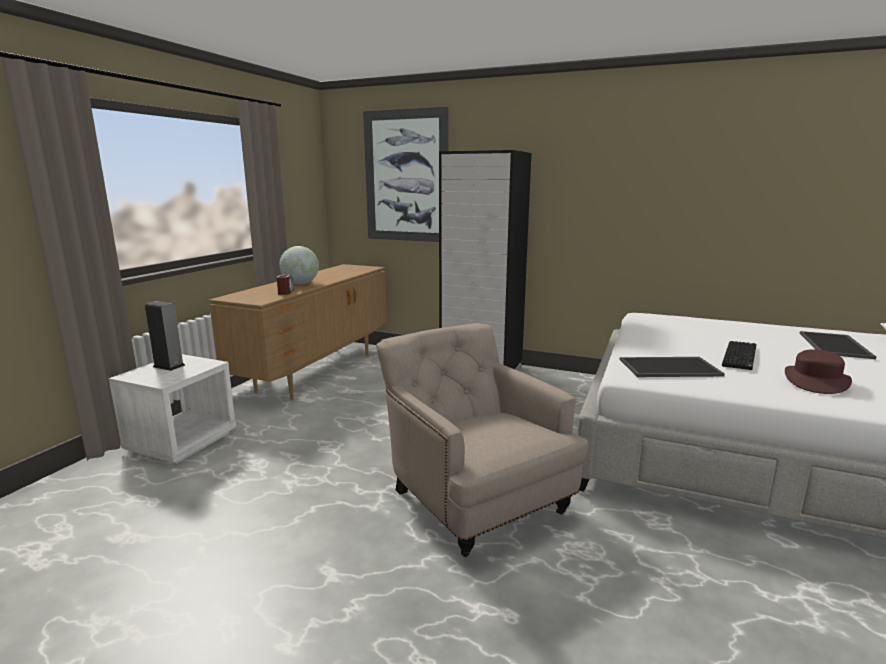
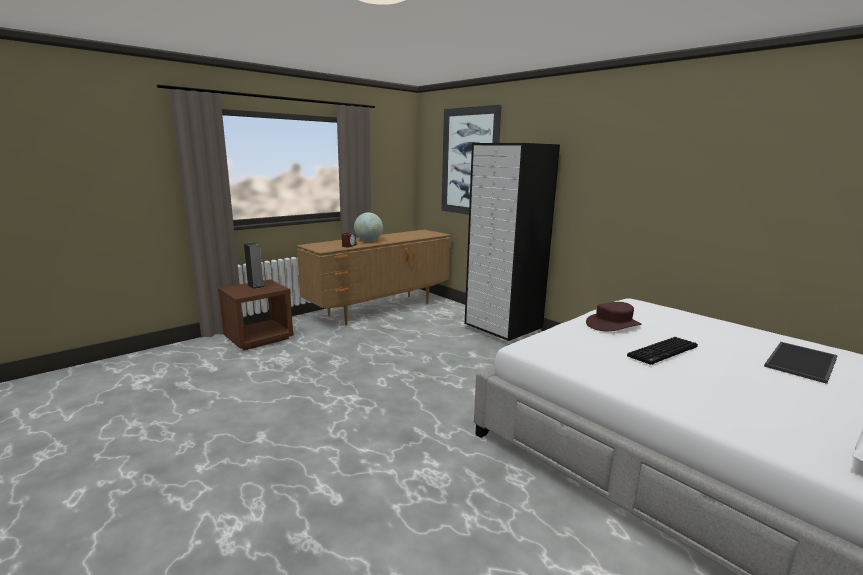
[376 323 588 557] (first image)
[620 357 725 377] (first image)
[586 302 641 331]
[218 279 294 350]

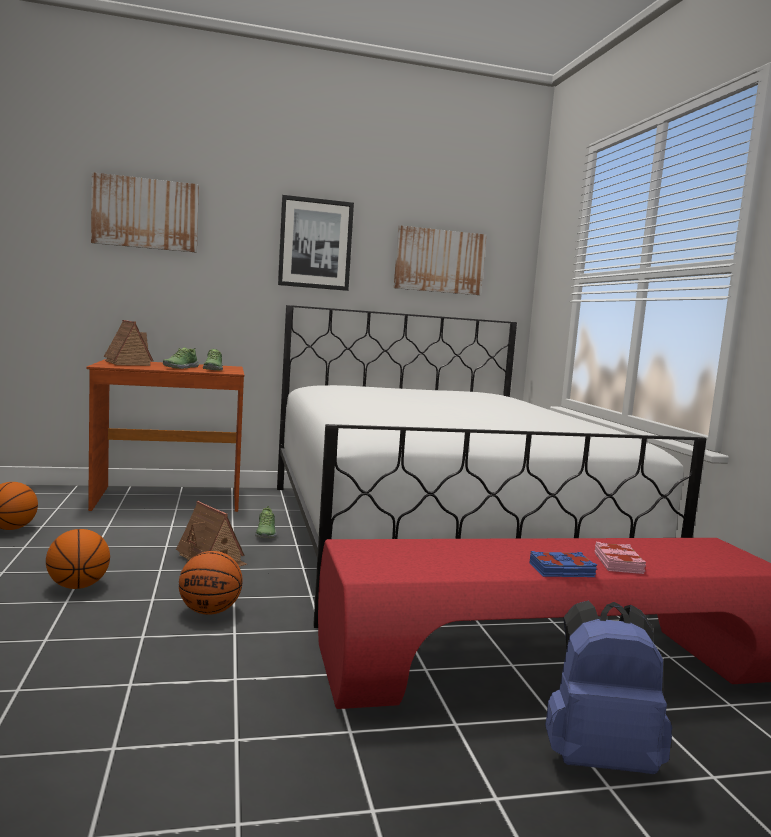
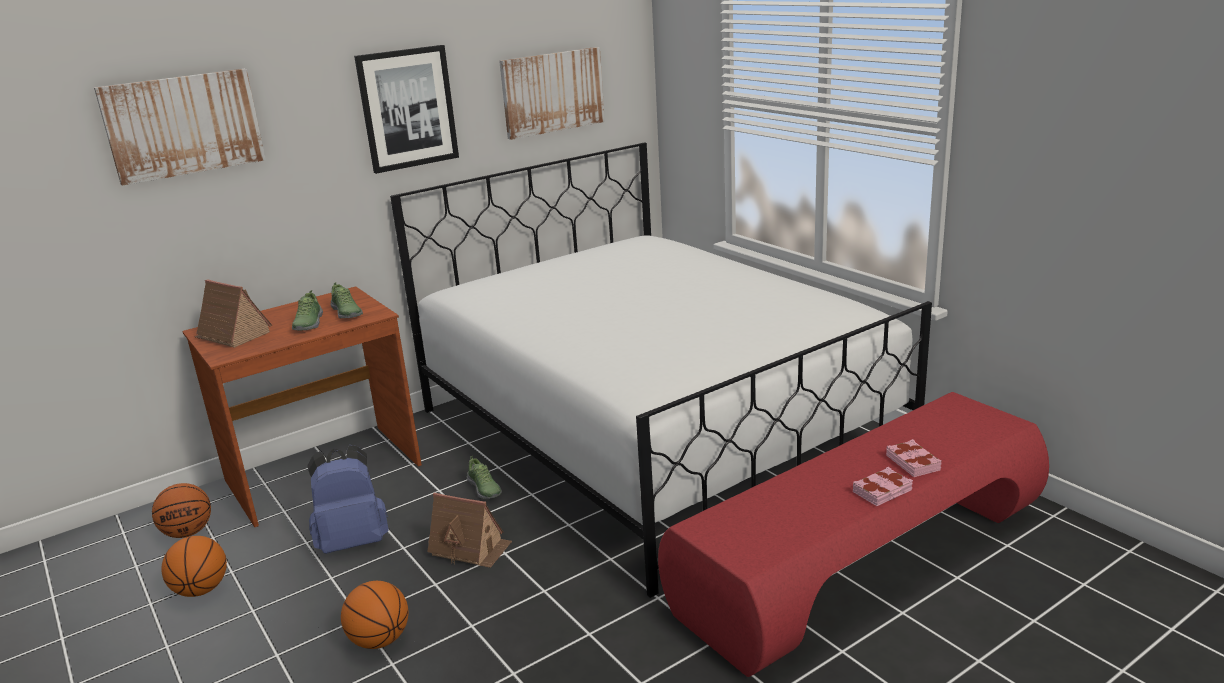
[152 483 211 538]
[307 445 389 554]
[853 467 913 506]

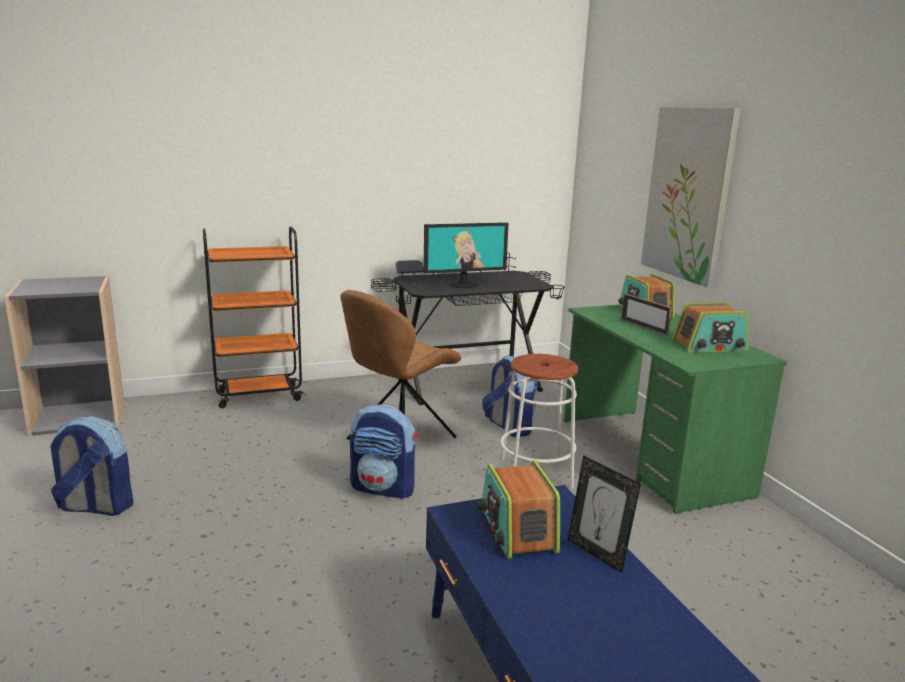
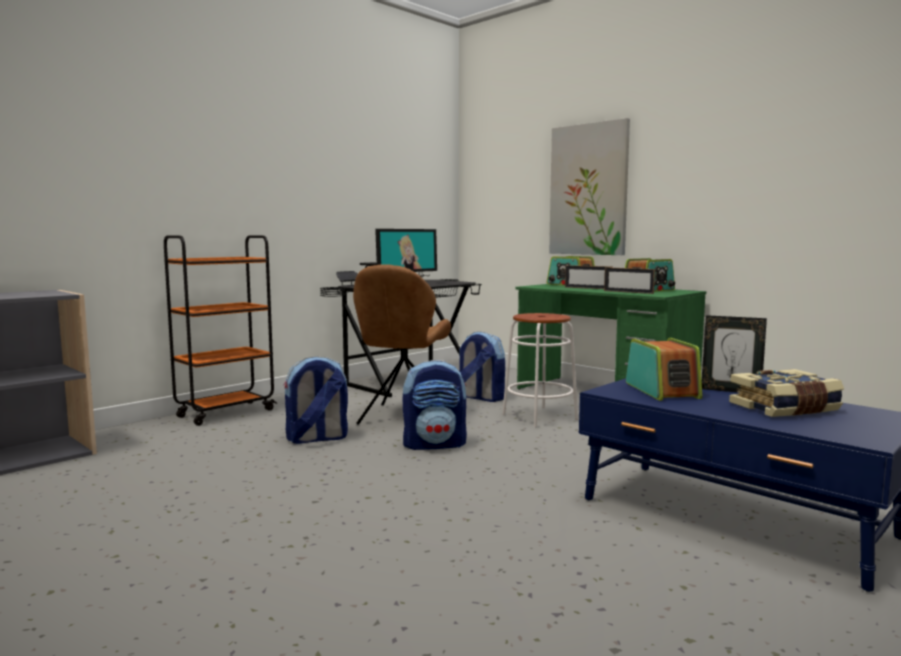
[604 267 655 294]
[729 369 844 417]
[283 357 348 444]
[626 338 705 401]

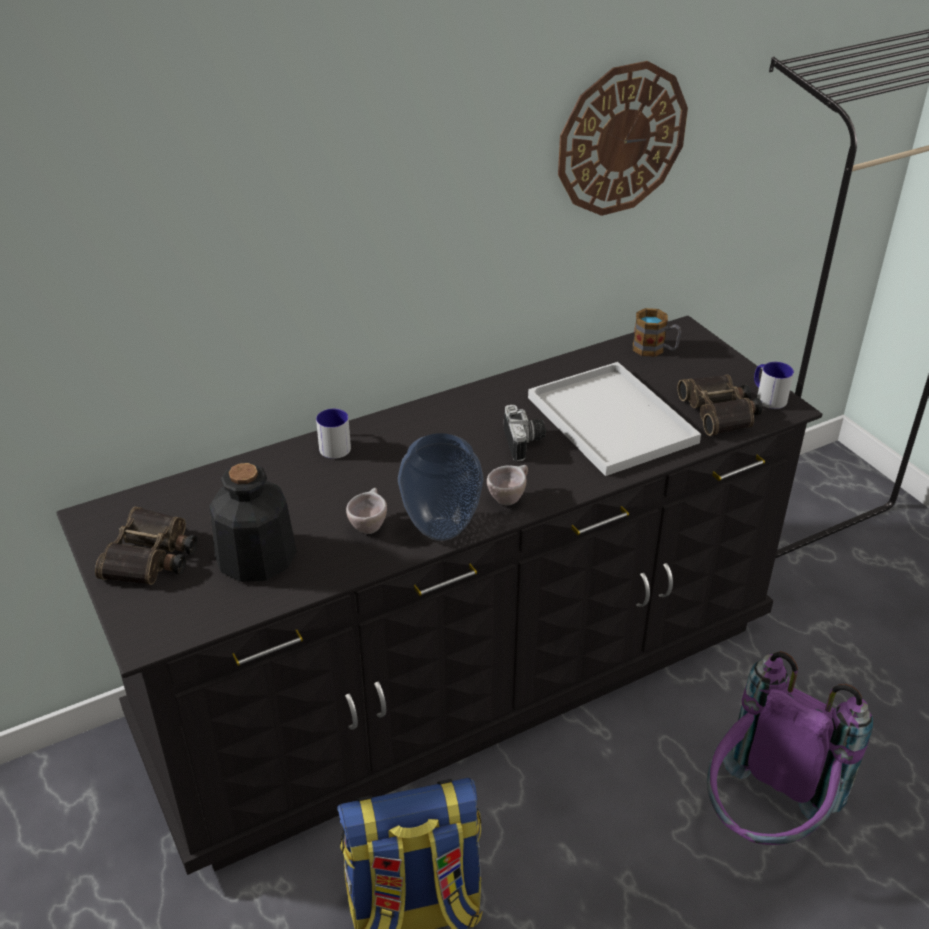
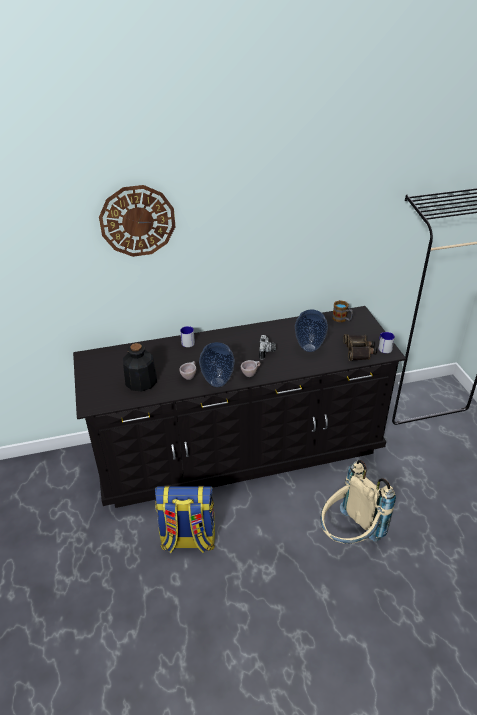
[95 507 198 585] (first image)
[99 185 175 257]
[295 310 328 352]
[321 460 396 544]

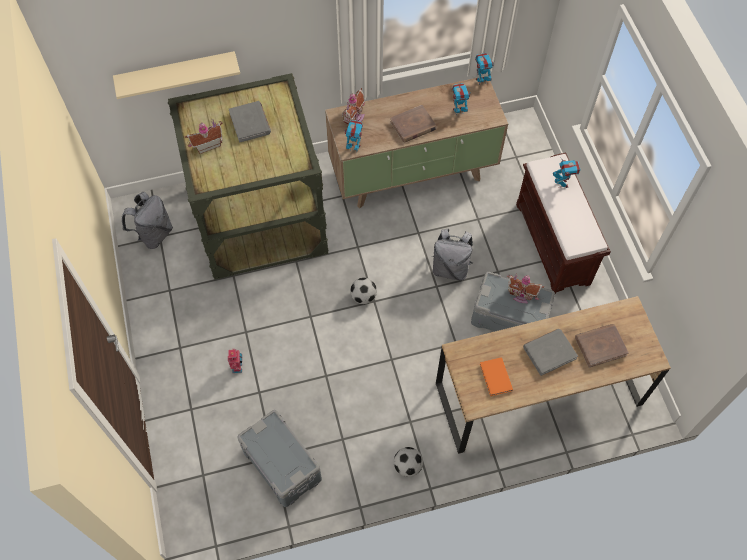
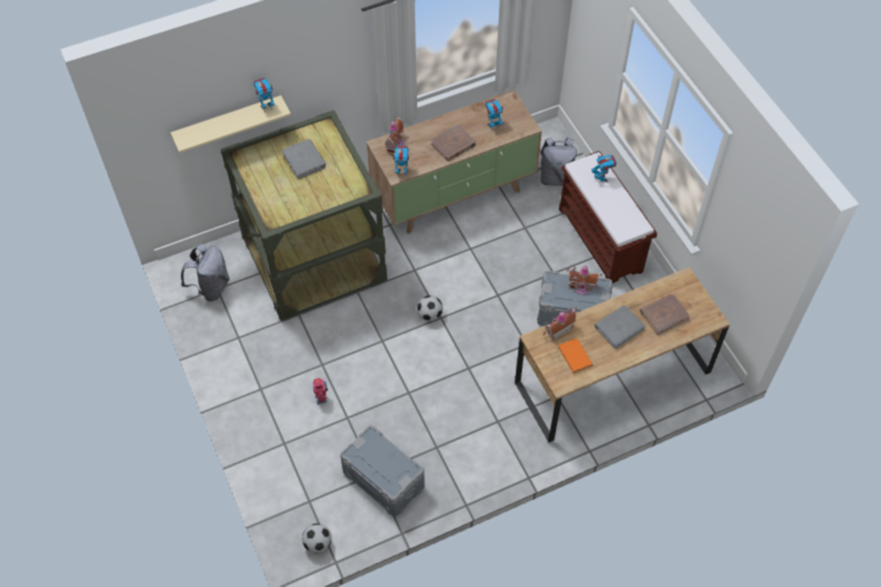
[543 307 577 340]
[302 523 332 553]
[538 137 577 186]
[254 77 274 111]

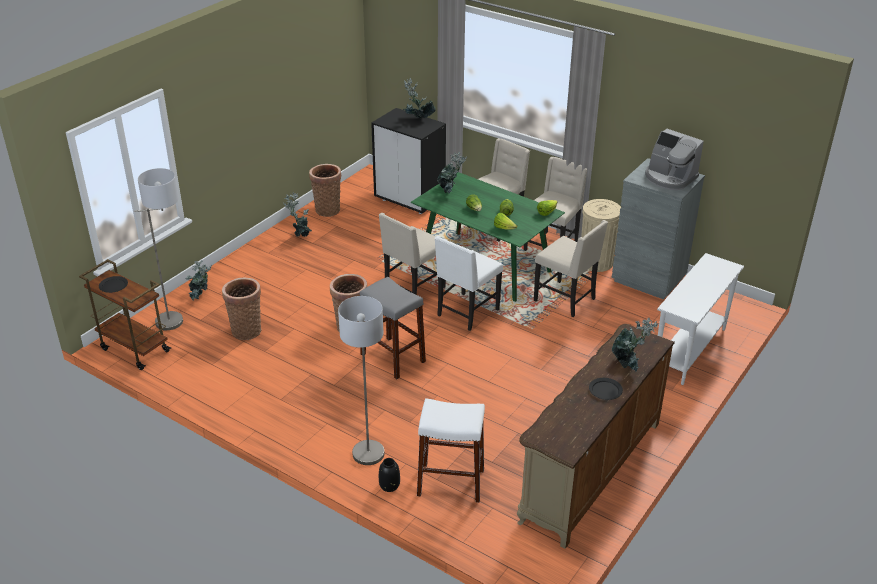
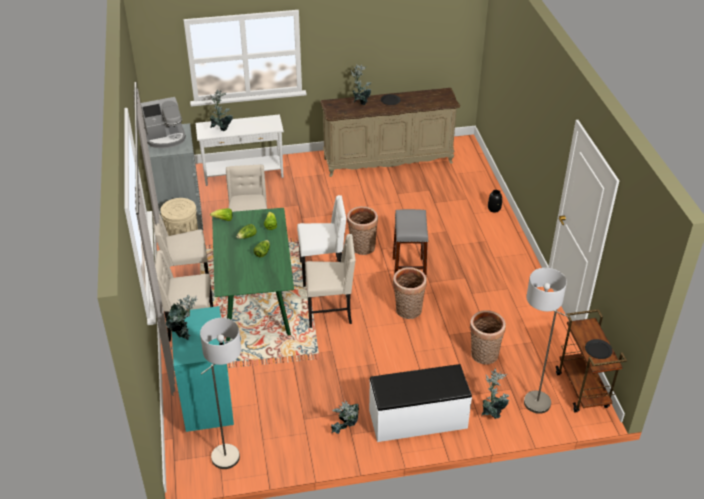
[417 398 485 503] (first image)
[369 364 472 442]
[347 206 378 255]
[200 318 241 469]
[210 89 233 131]
[171 306 234 432]
[141 97 186 148]

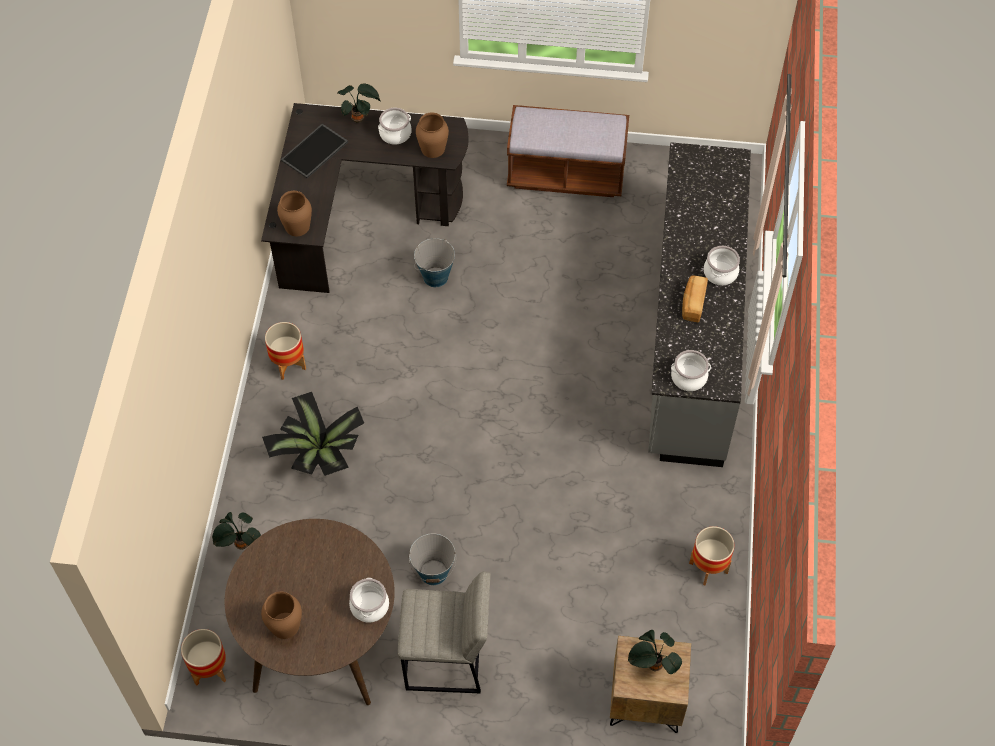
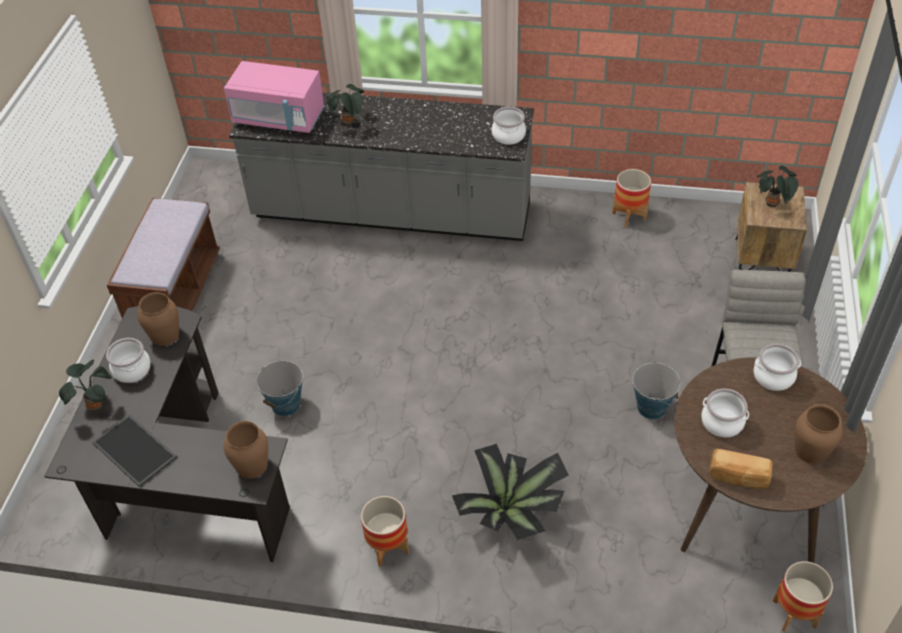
[224 61 325 133]
[327 84 364 126]
[709 449 773 488]
[701 388 749 437]

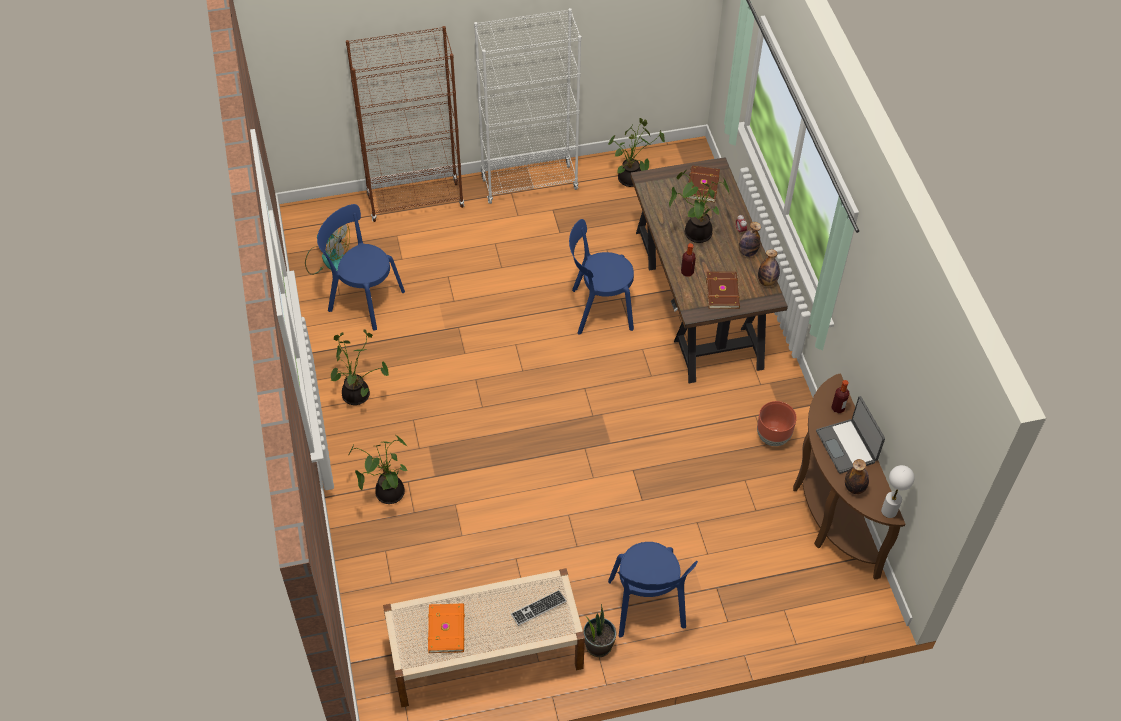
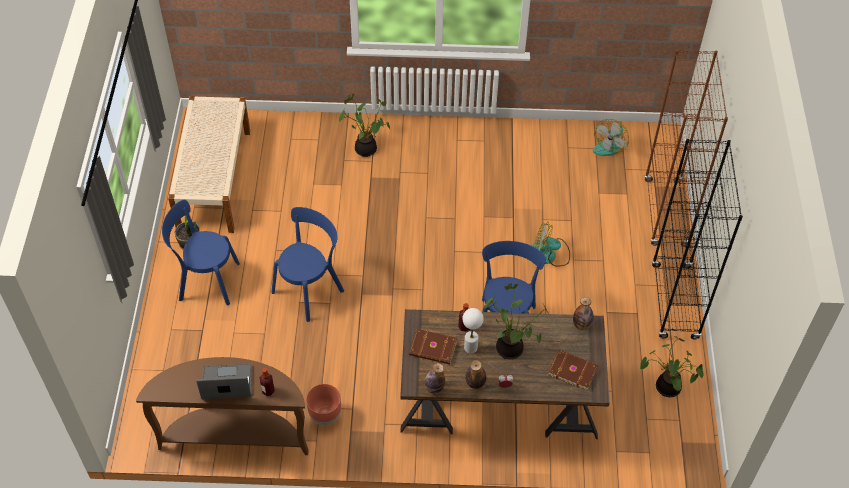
[331 329 389 405] (first image)
[428 604 465 653] (first image)
[511 590 567 626] (first image)
[532 222 570 267]
[271 207 344 322]
[573 297 594 330]
[462 308 484 354]
[652 139 743 340]

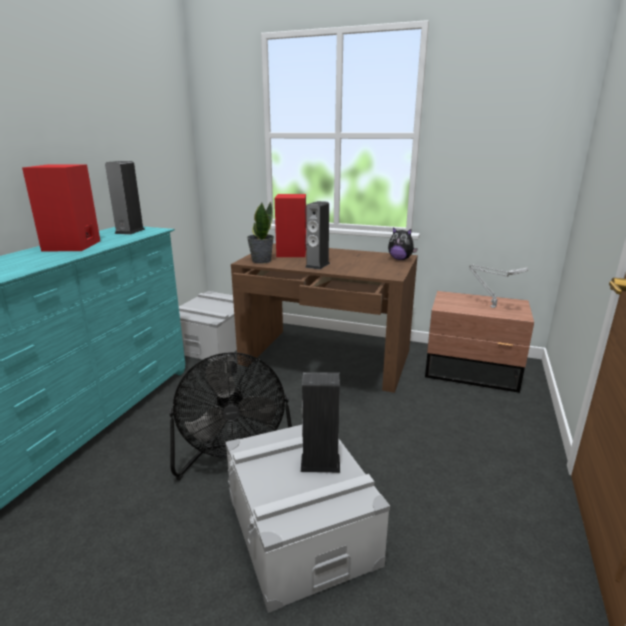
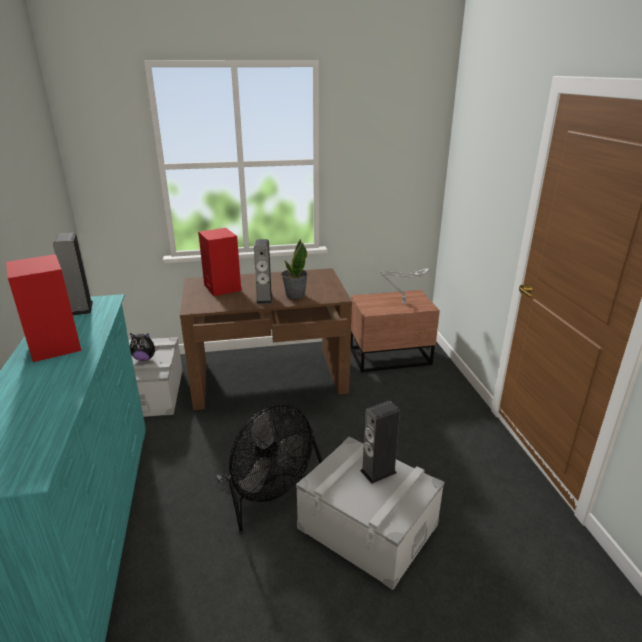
[281 239 308 299]
[130 333 159 361]

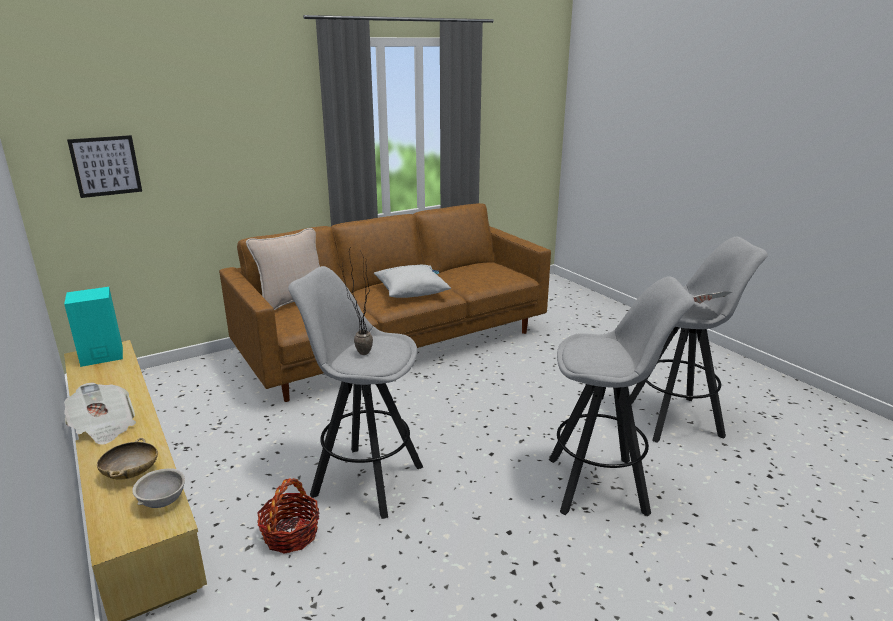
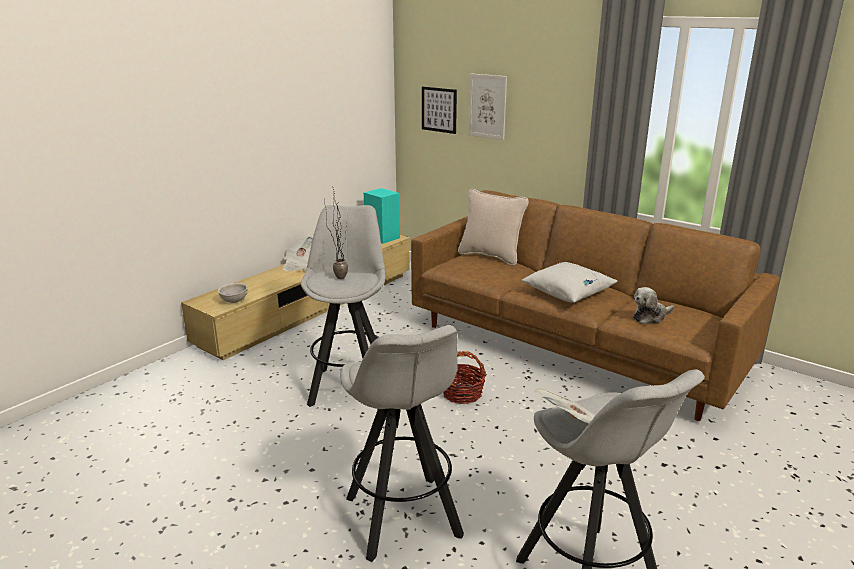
[97 438 158 480] (first image)
[468 73 507 140]
[633 287 674 325]
[443 351 486 404]

